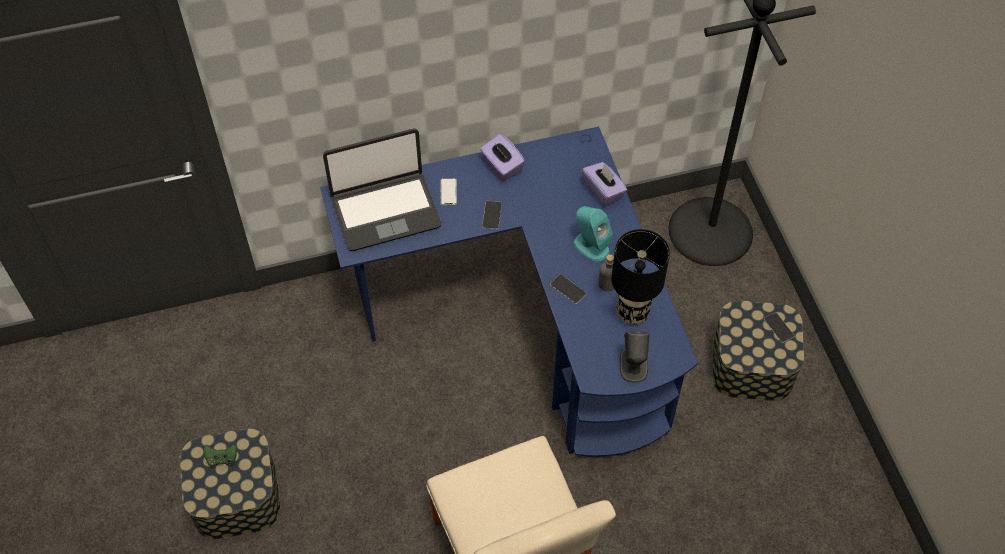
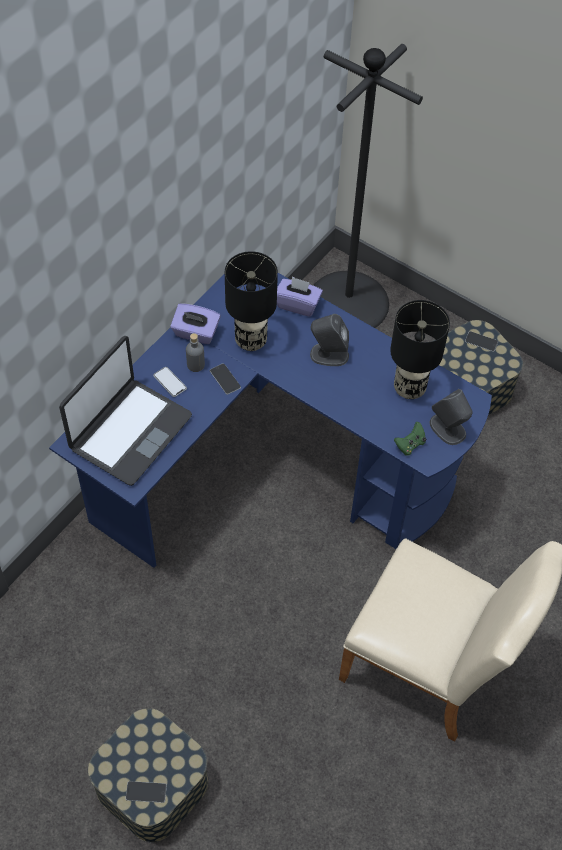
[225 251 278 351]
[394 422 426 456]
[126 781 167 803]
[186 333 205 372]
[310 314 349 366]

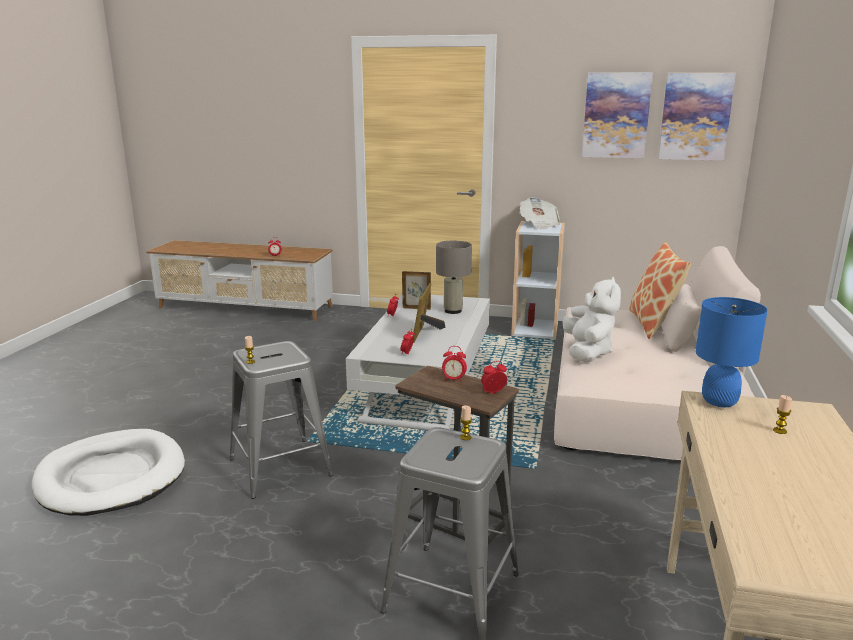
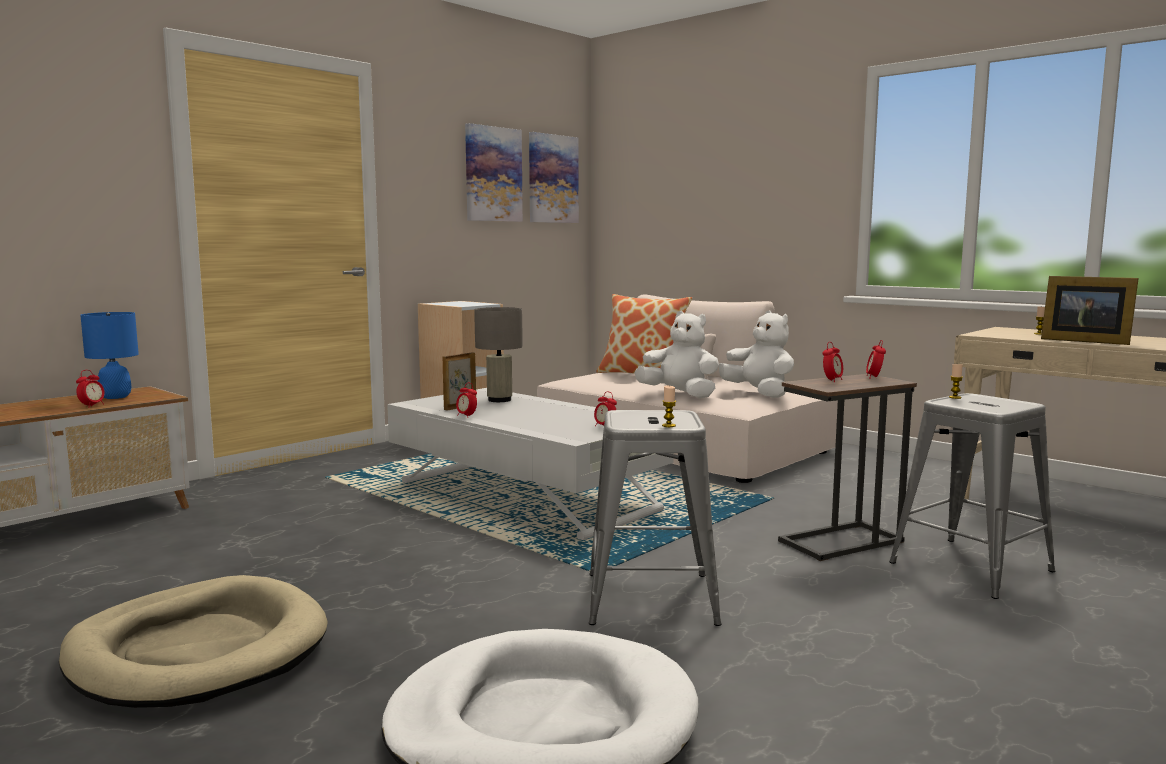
[520 197 560 230] (first image)
[59 575 328 708]
[719 311 794 398]
[1041 276 1139 345]
[80 312 139 399]

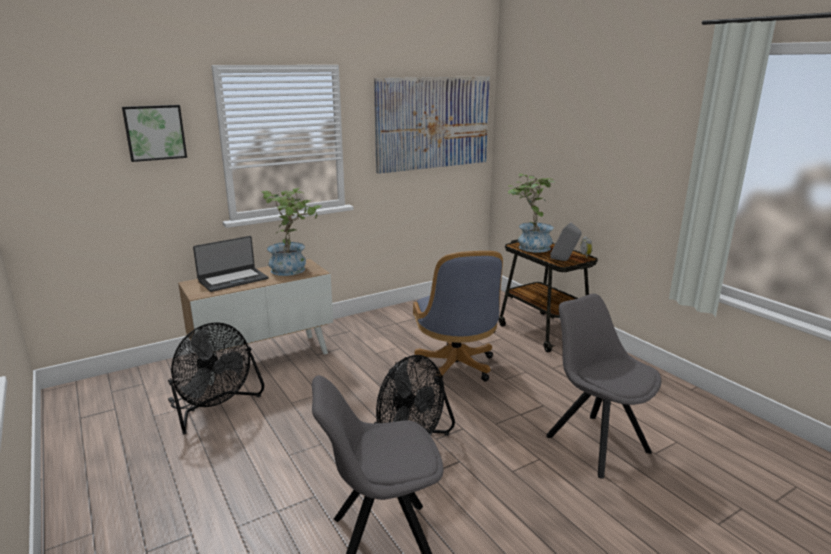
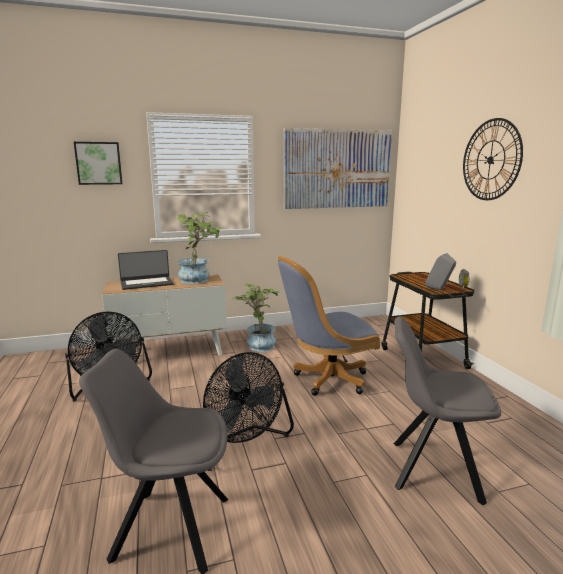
[463 118 523 200]
[232 283 280 352]
[278 256 380 396]
[394 317 501 505]

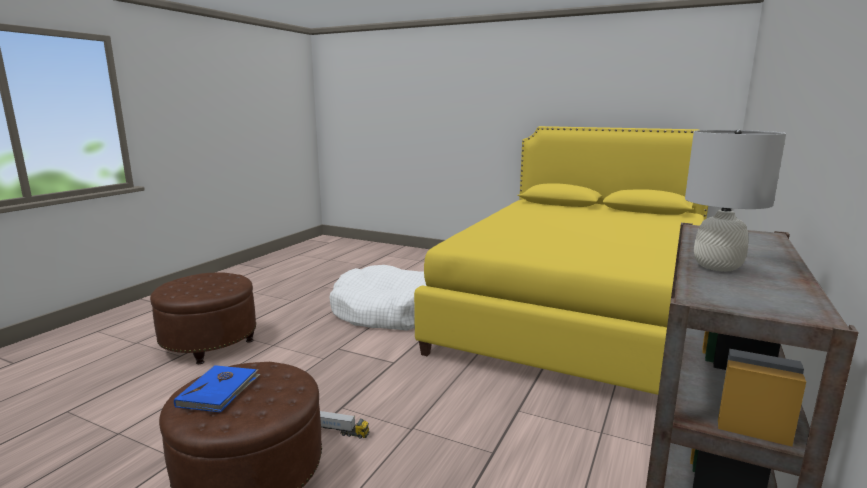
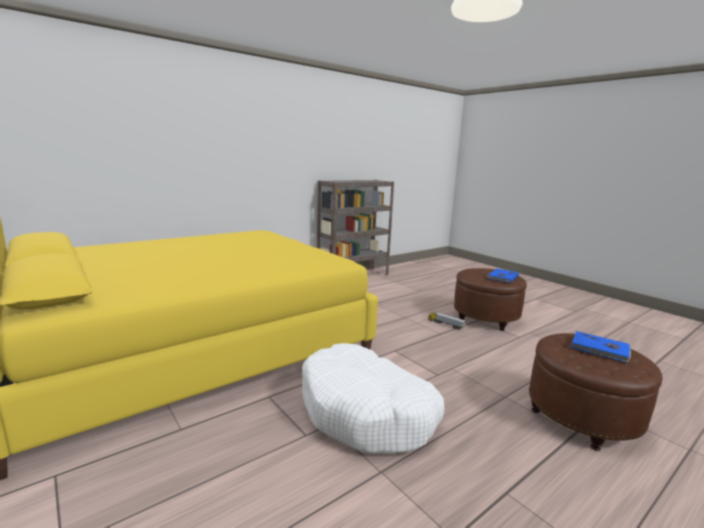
[685 129 786 272] (first image)
[570 331 631 363]

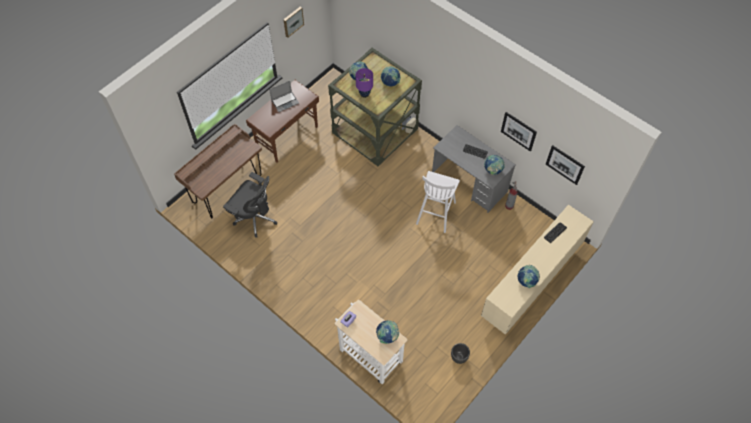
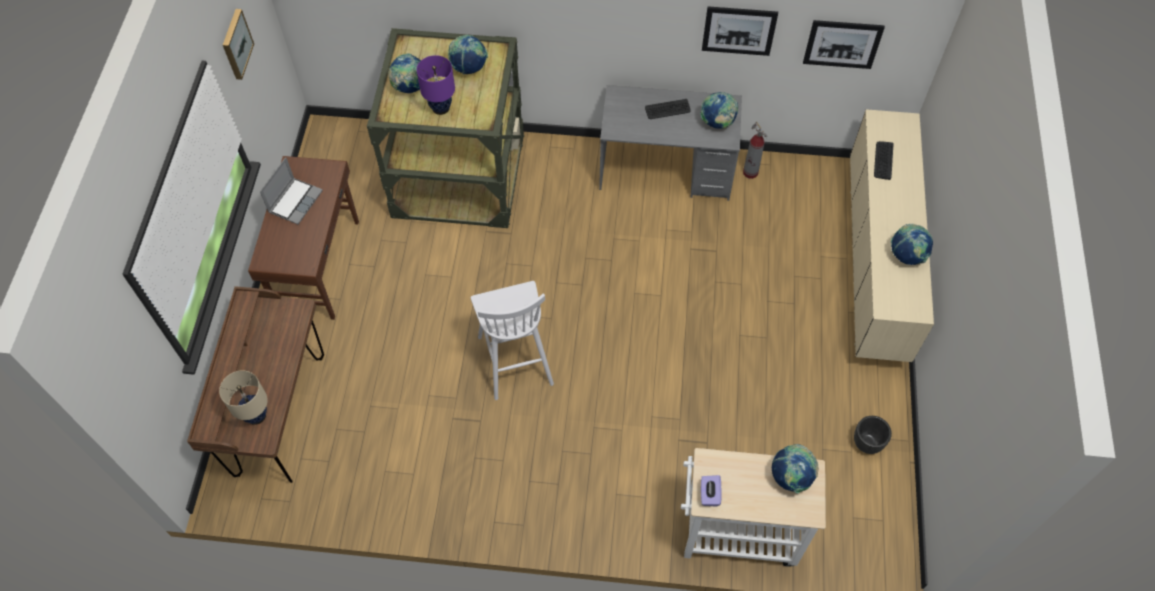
[223 172 277 237] (first image)
[219 370 268 425]
[471 281 554 400]

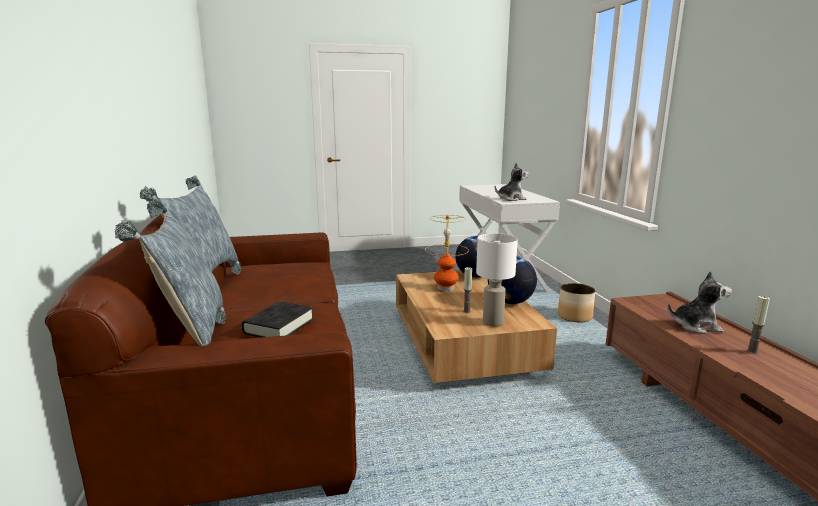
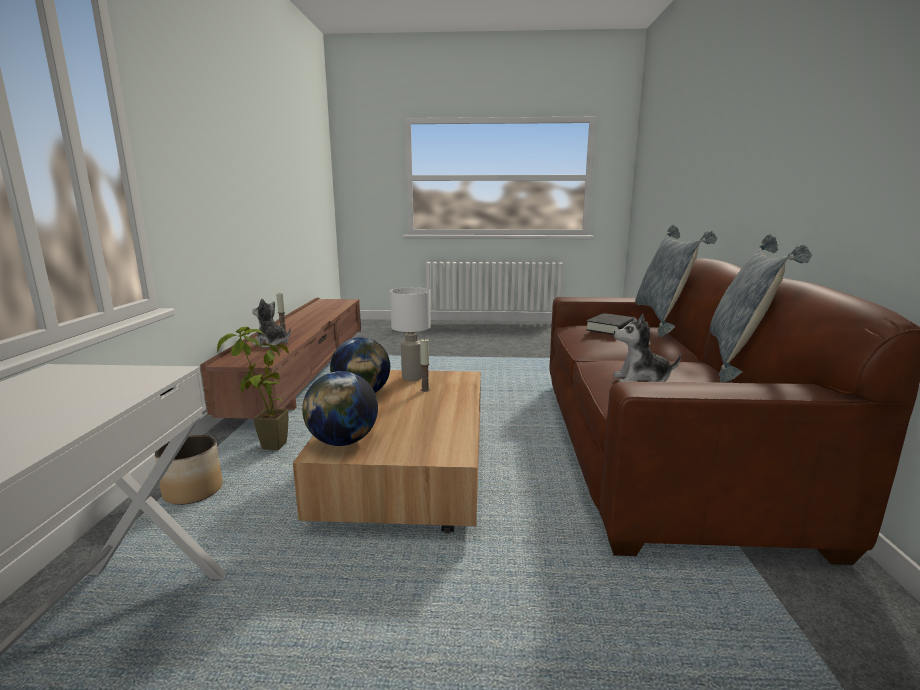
[425 215 469 291] (first image)
[217 327 289 450]
[613 314 681 382]

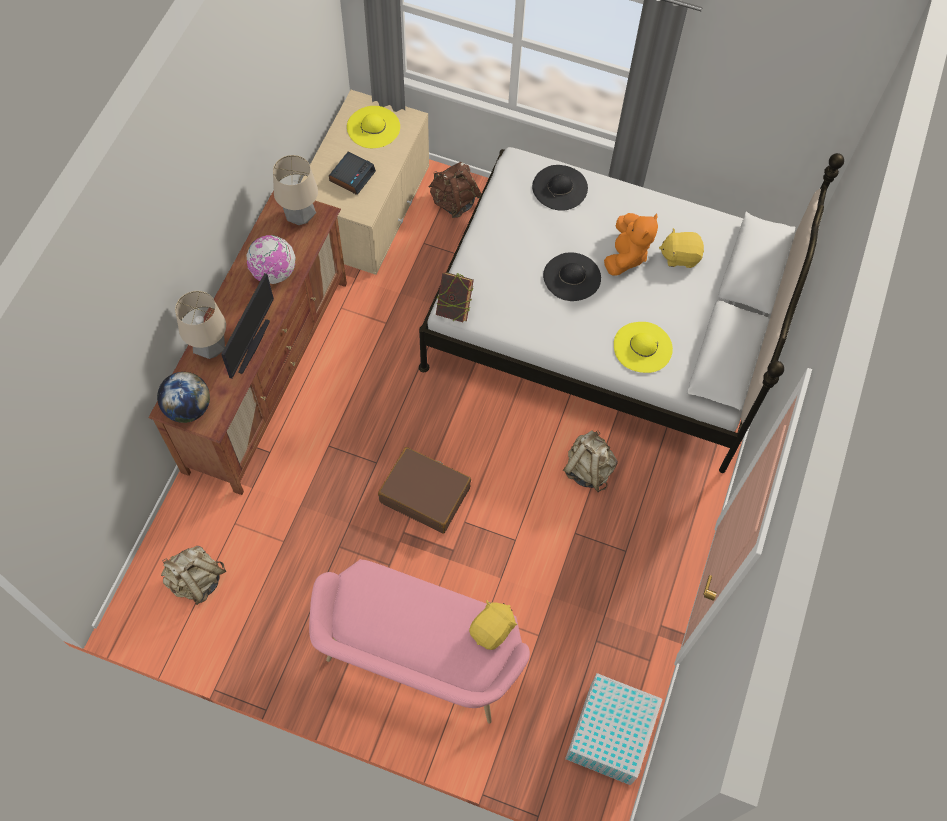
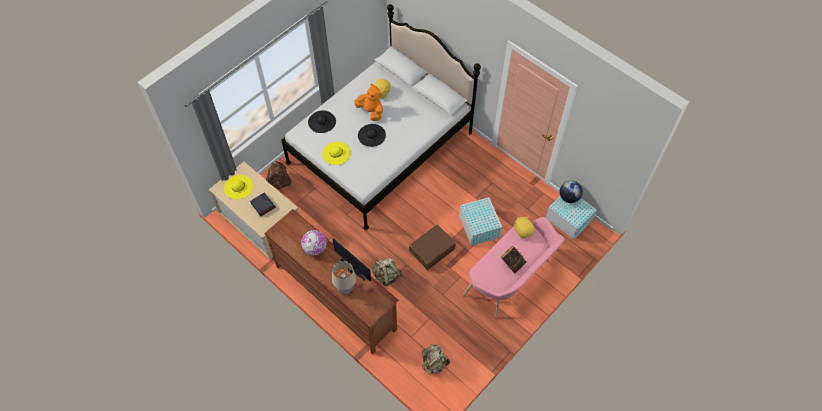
[273 155 318 225] (first image)
[459 197 502 246]
[560 180 583 203]
[501 246 526 273]
[372 258 402 286]
[322 142 351 165]

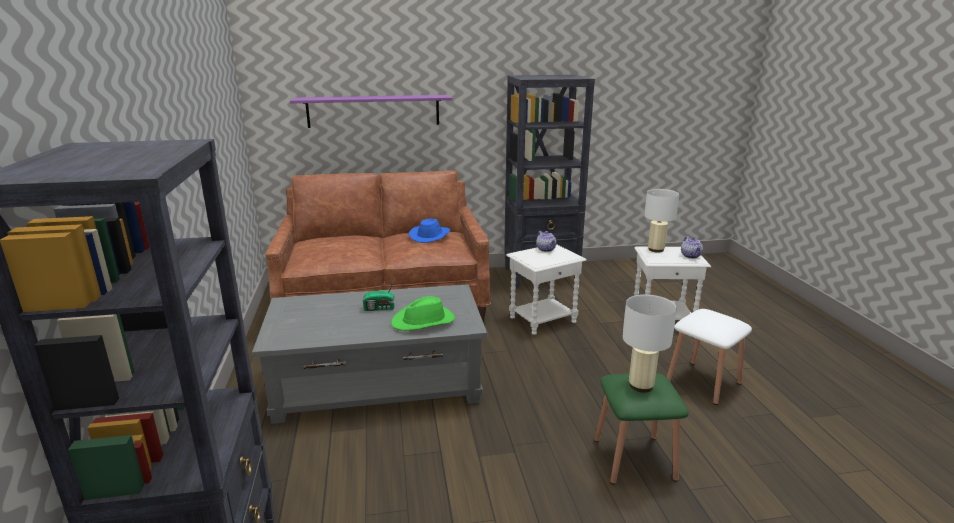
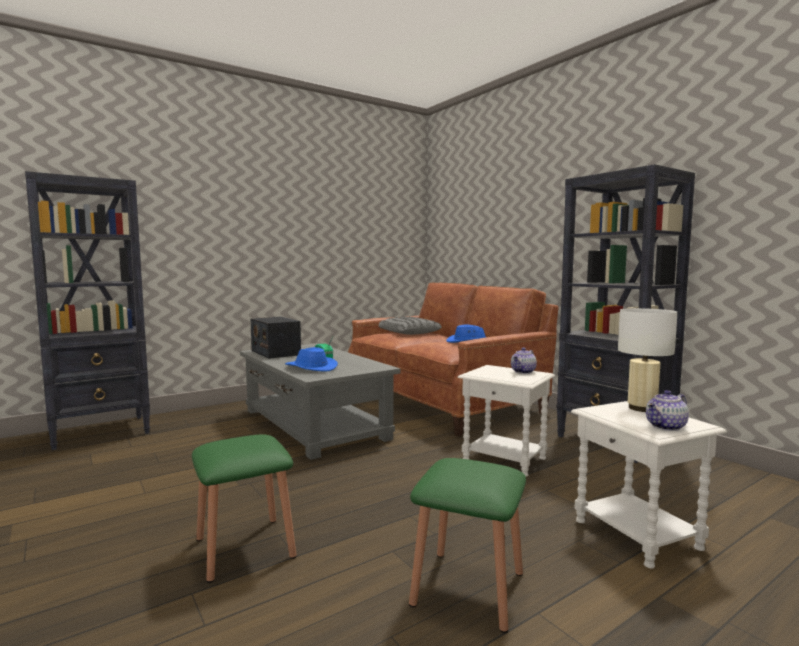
[290 95 452 128] (first image)
[623 294 677 393] (first image)
[250 317 301 359]
[378 317 442 335]
[285 347 338 372]
[409 458 526 633]

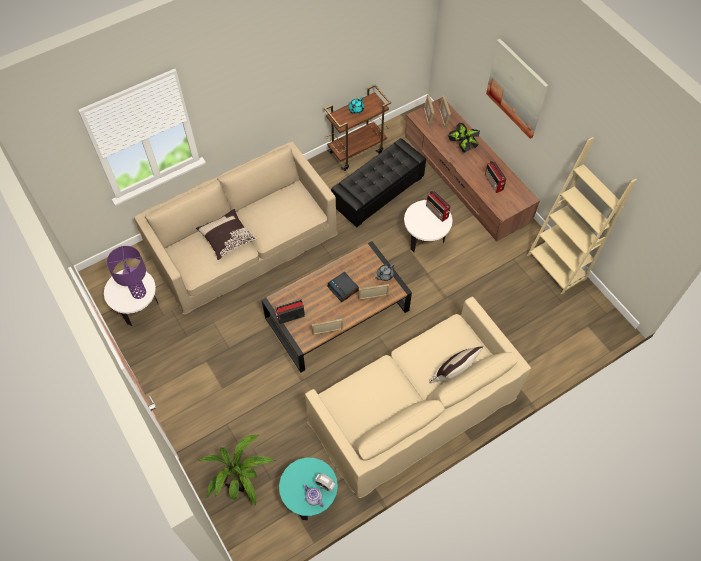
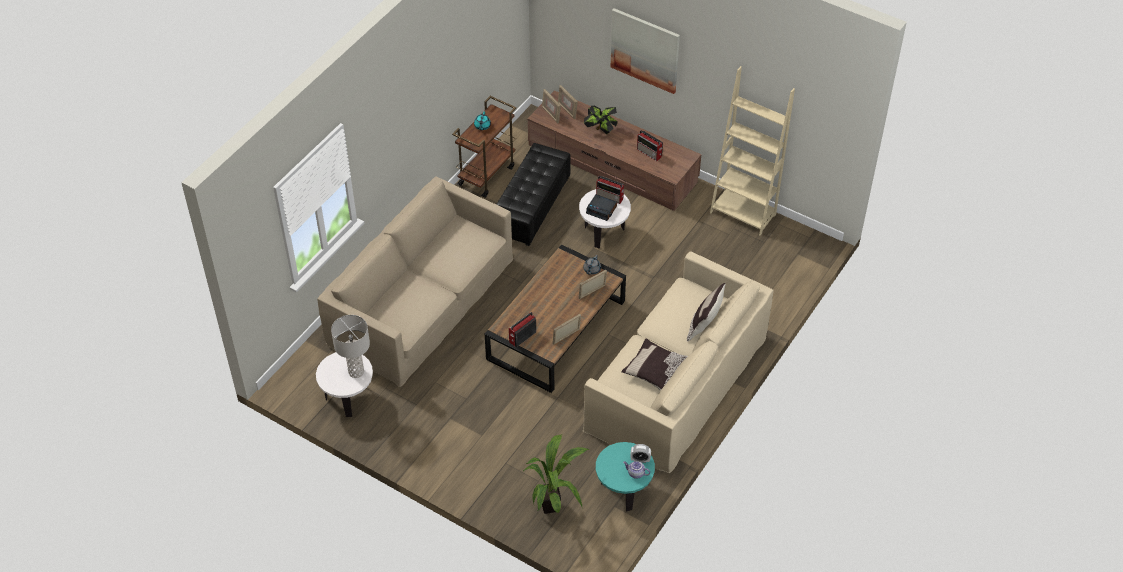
[621 338 688 391]
[586 195 617 221]
[331 315 370 378]

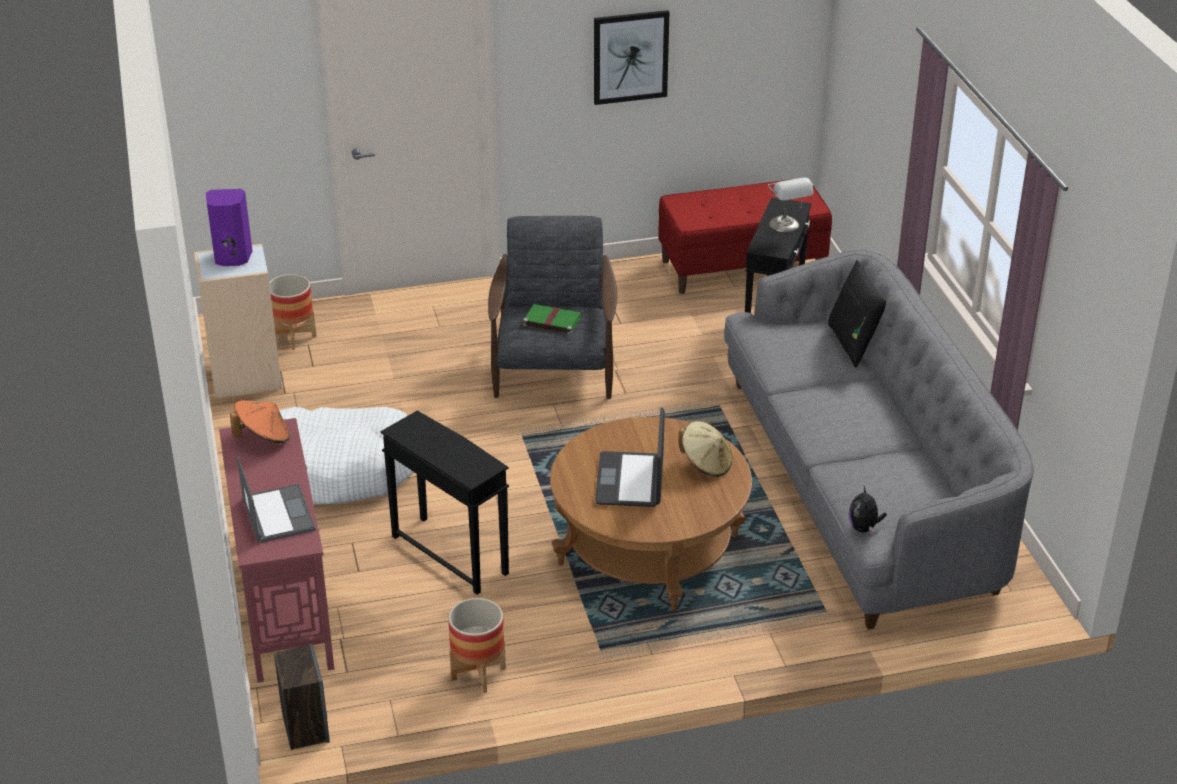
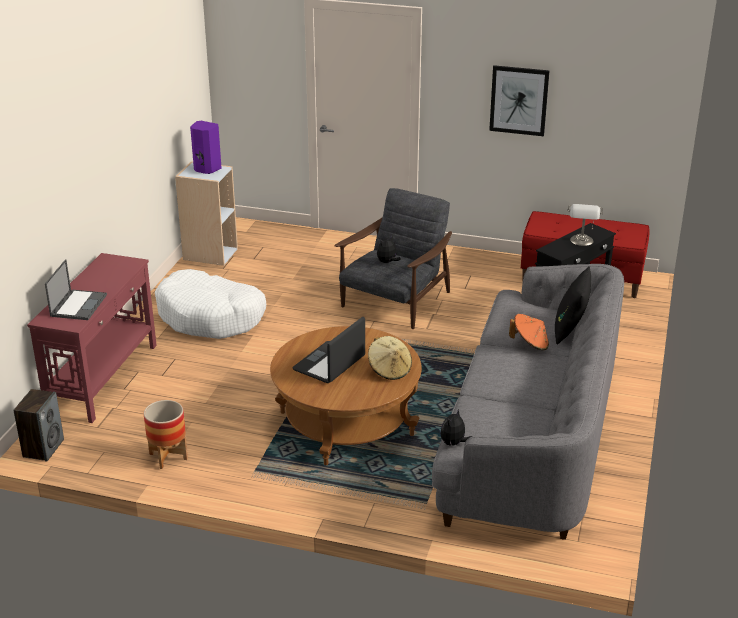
[269 274 316 350] (first image)
[381 411 509 595] (first image)
[509 314 549 350]
[377 236 401 263]

